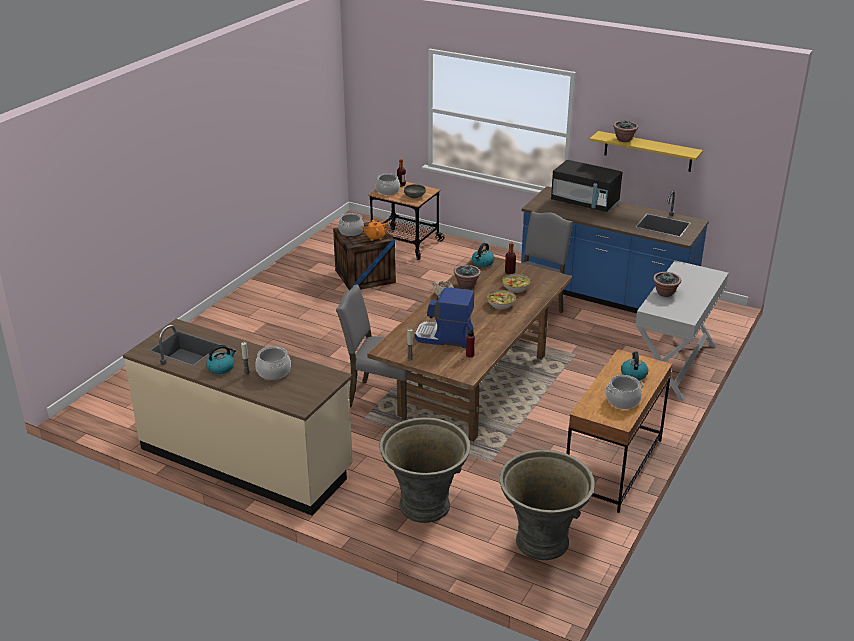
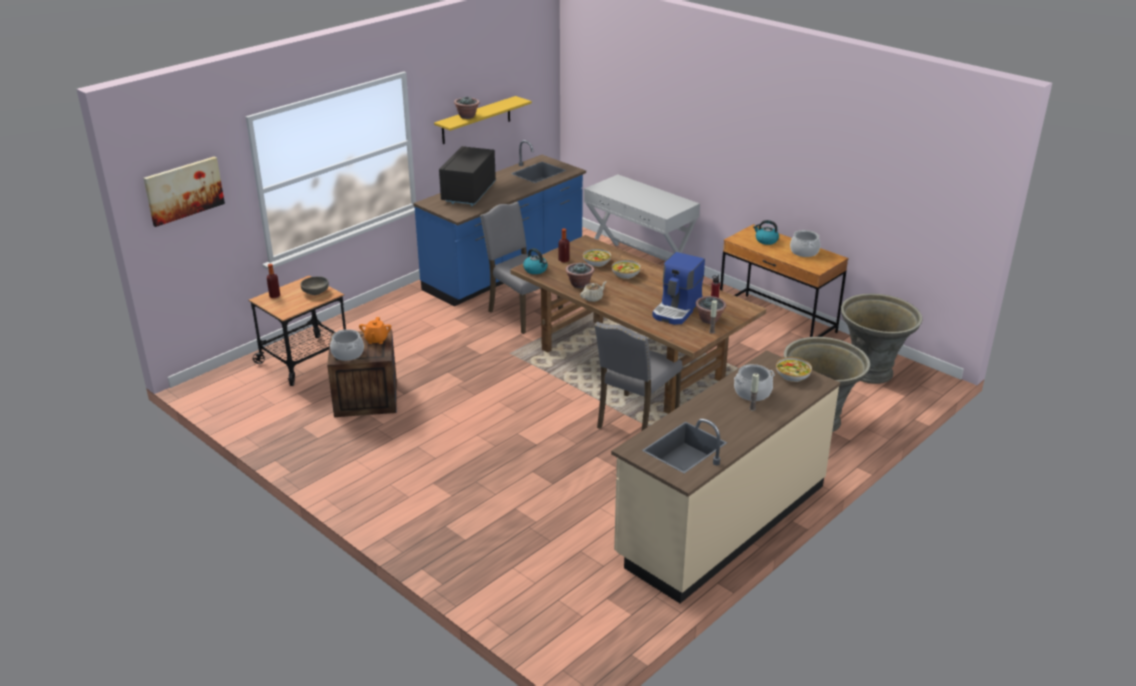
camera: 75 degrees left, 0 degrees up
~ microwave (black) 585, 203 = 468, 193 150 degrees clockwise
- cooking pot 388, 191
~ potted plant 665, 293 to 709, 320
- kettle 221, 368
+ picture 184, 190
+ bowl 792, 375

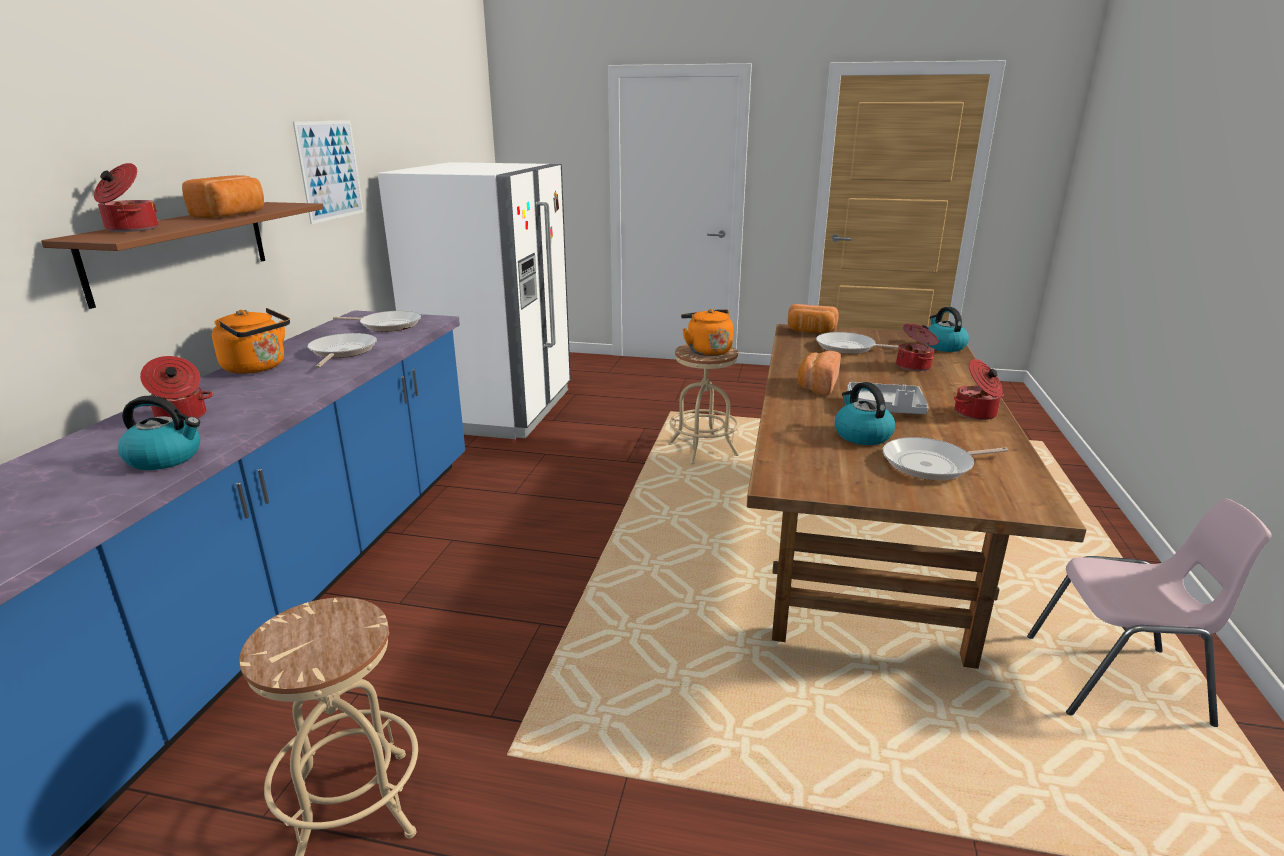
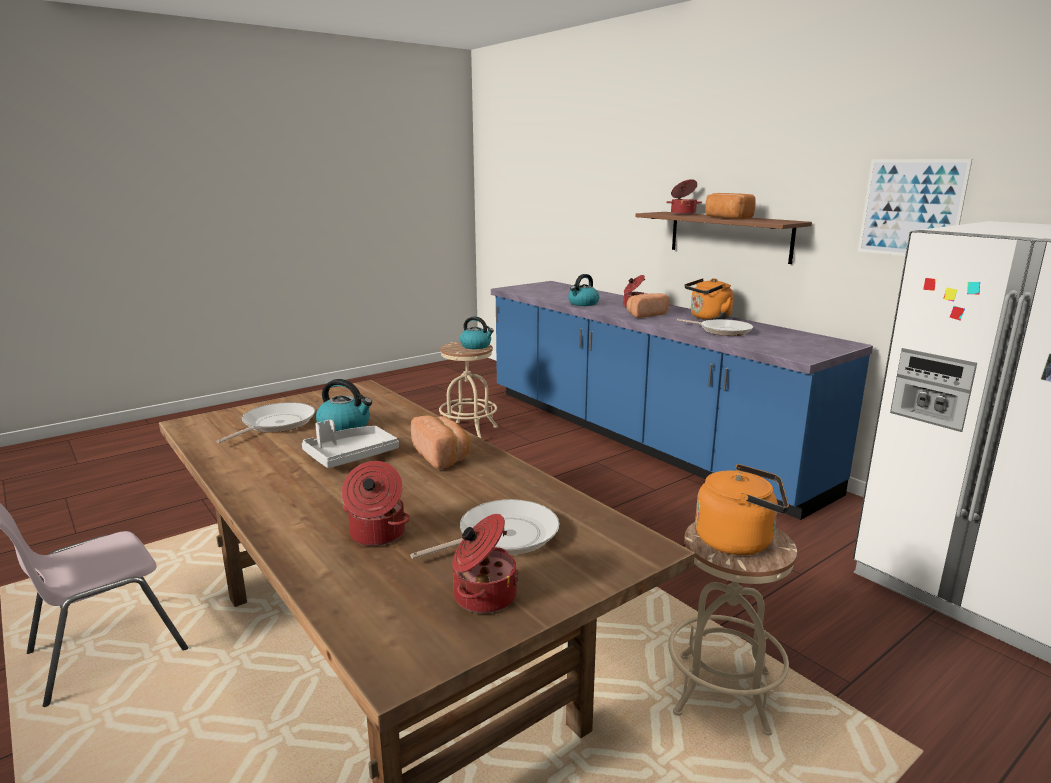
camera: 130 degrees right, 5 degrees down
~ bread 810, 332 to 645, 315
~ kettle 943, 346 to 476, 346
- frying pan 387, 325
~ cooking pot 976, 414 to 483, 596

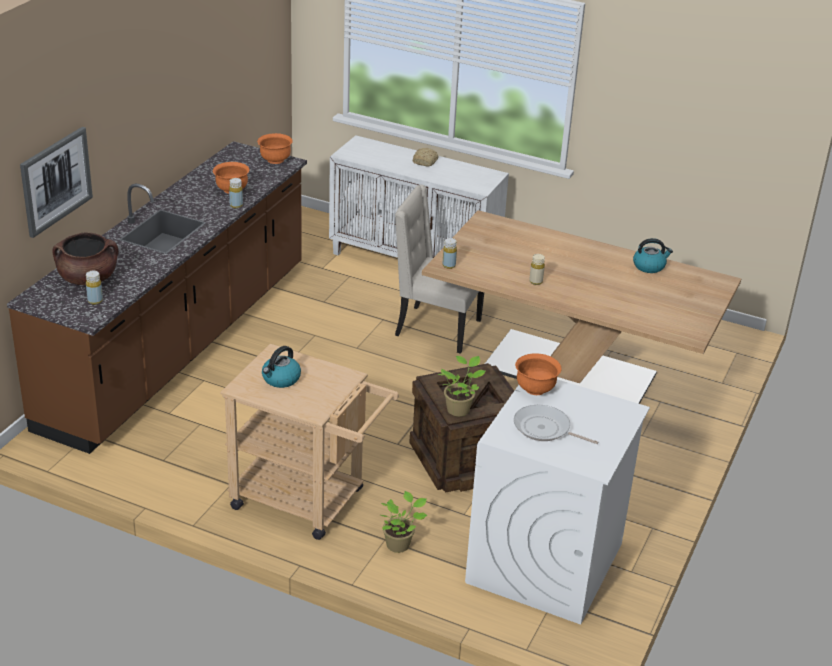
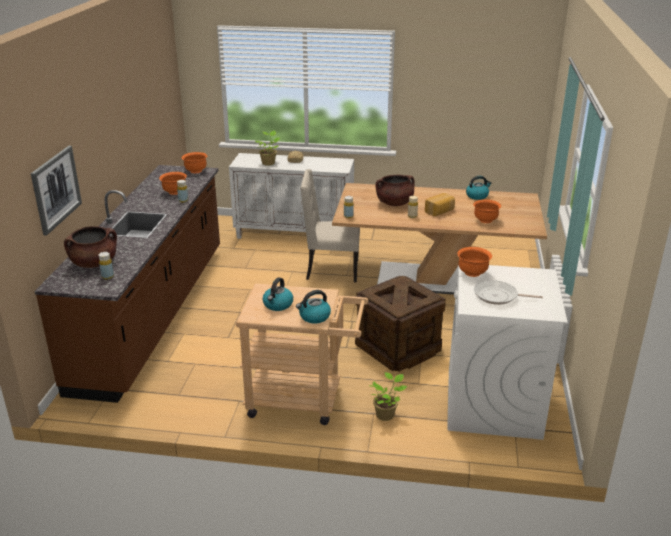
camera: 15 degrees left, 5 degrees down
~ potted plant 459, 409 to 268, 163
+ cooking pot (brown) 394, 203
+ bread 440, 211
+ bowl (orange) 485, 220
+ kettle 314, 317

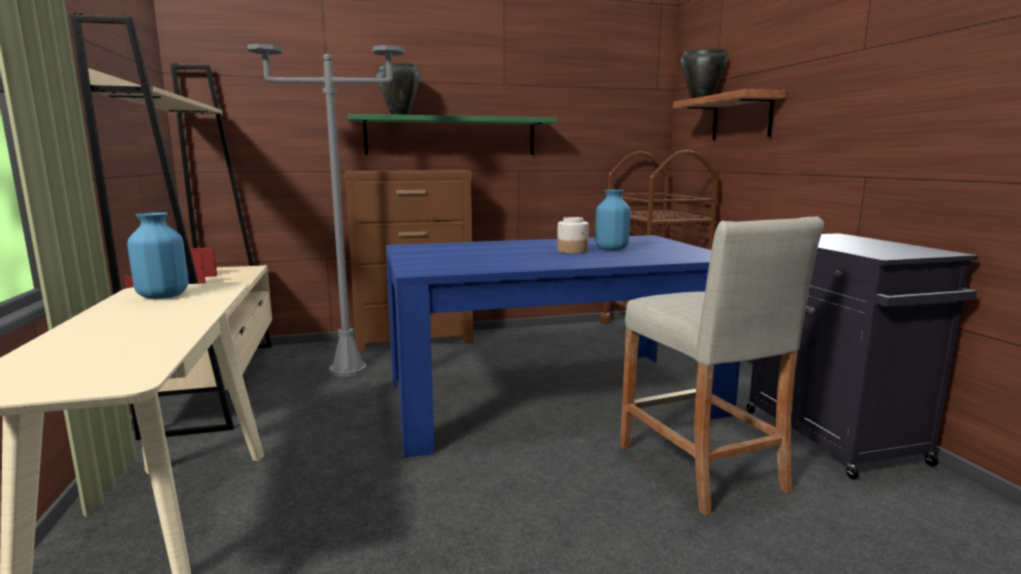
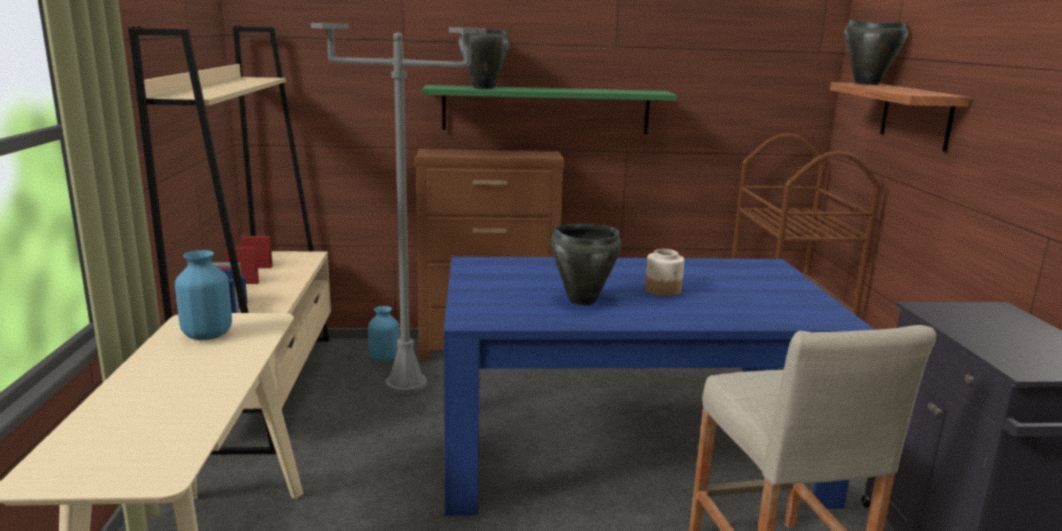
camera: 10 degrees right, 5 degrees up
~ vase (blue) 611, 249 to 384, 358
+ cooking pot (black) 581, 300

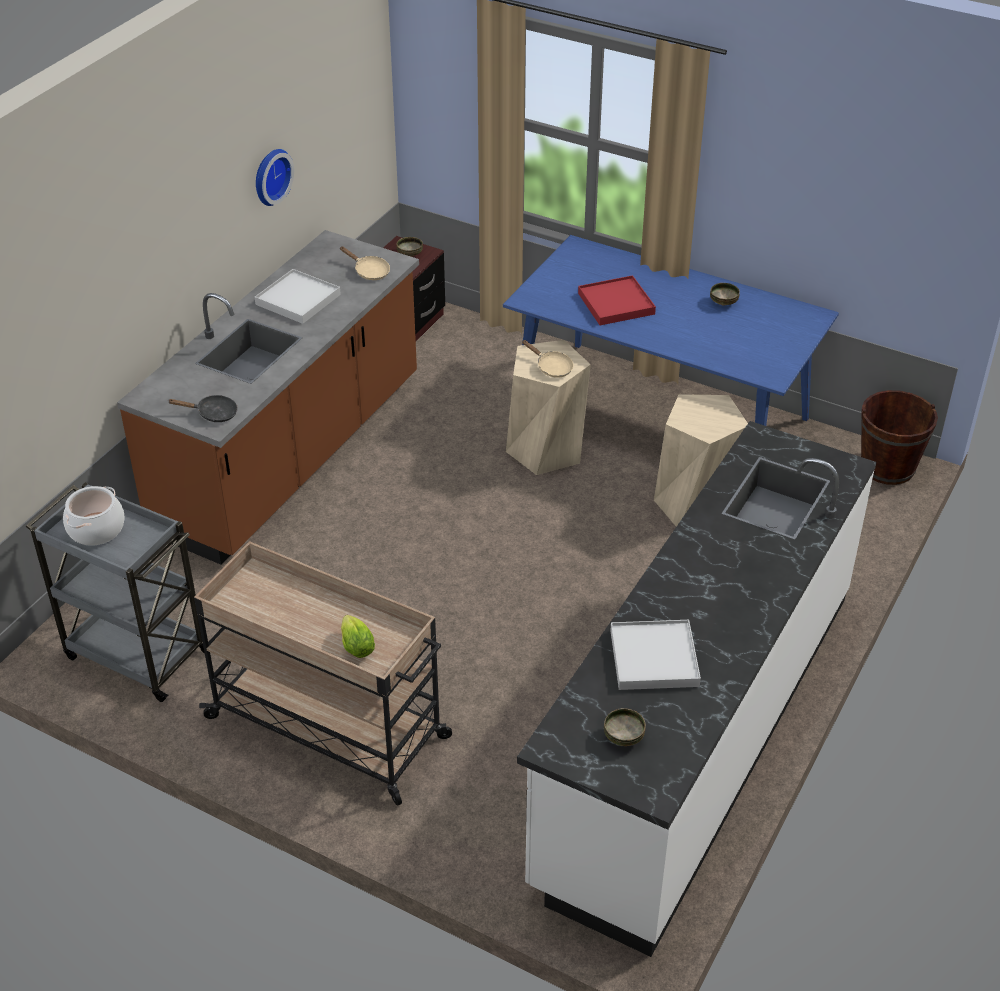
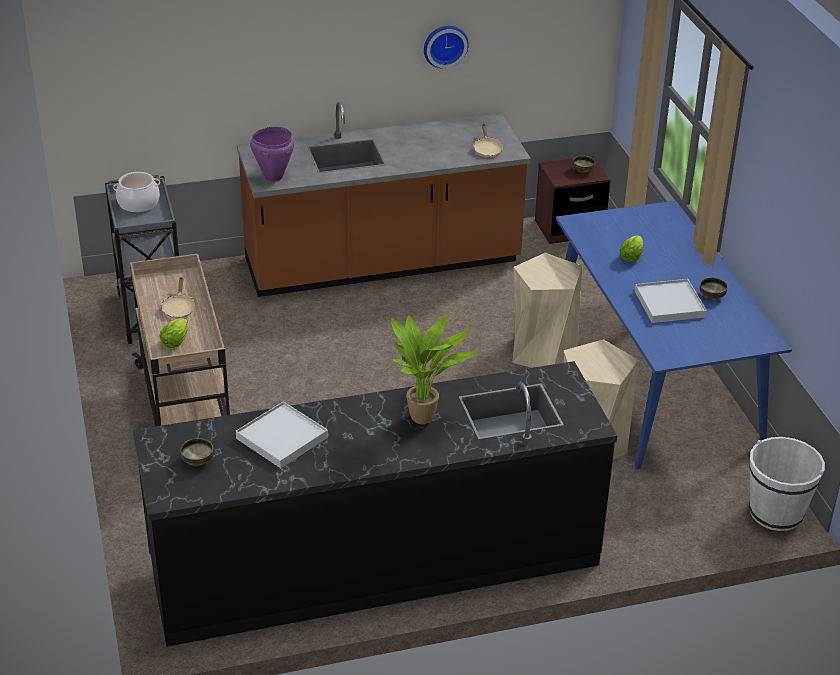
camera: 45 degrees right, 5 degrees down
~ tray (white) 298, 300 to 669, 304
~ tray (red) 616, 304 to lettuce 632, 256
~ frying pan (beige) 551, 367 to 178, 308
~ bucket (brown) 887, 467 to bucket (white) 776, 513
~ frying pan (black) 213, 414 to cooking pot (purple) 273, 177
~ counter (white) 696, 734 to counter (black) 375, 563
+ potted plant 426, 418

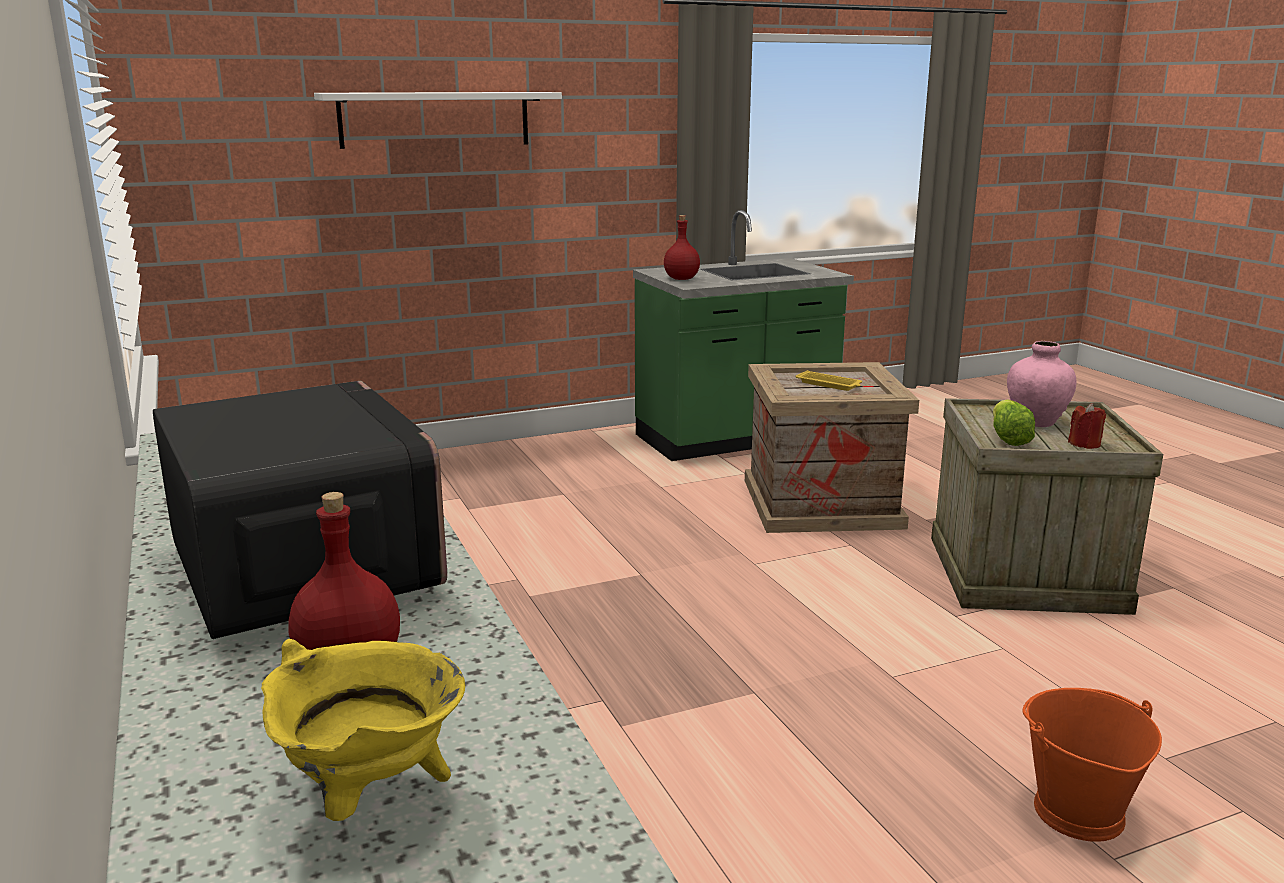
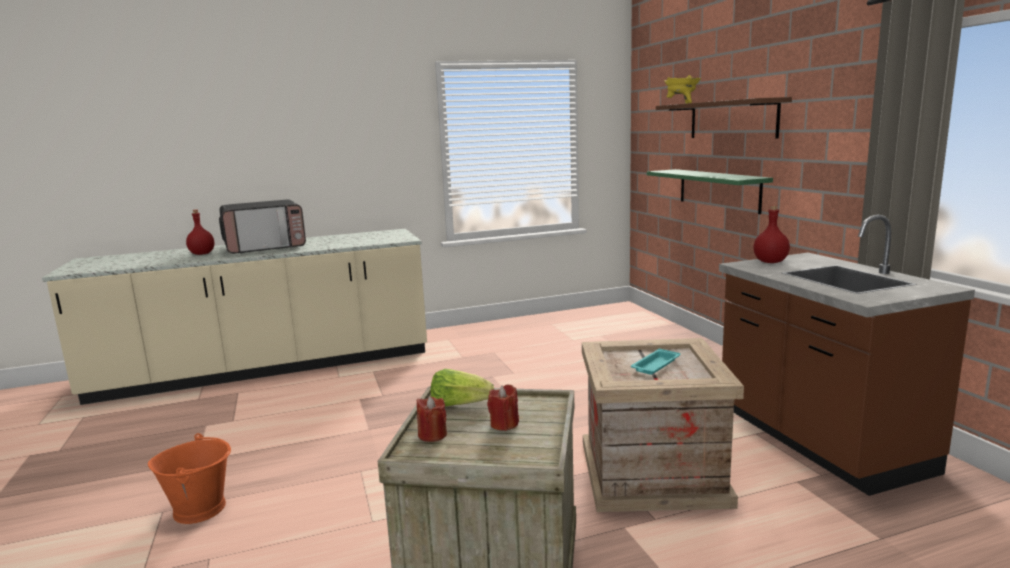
camera: 95 degrees right, 5 degrees down
~ shelf (white) 435, 119 to shelf (brown) 732, 119
~ counter (green) 736, 439 to counter (brown) 818, 442
~ vase (pink) 1035, 422 to candle (red) 504, 424
~ tray (yellow) 829, 384 to tray (turquoise) 655, 365
~ cooking pot (yellow) 371, 799 to 682, 104
+ shelf (green) 718, 190

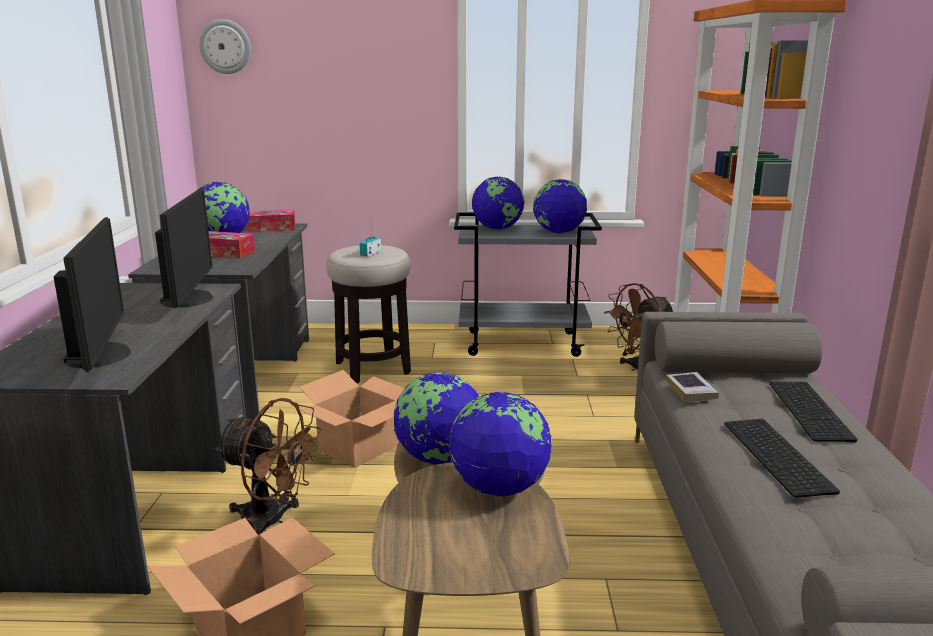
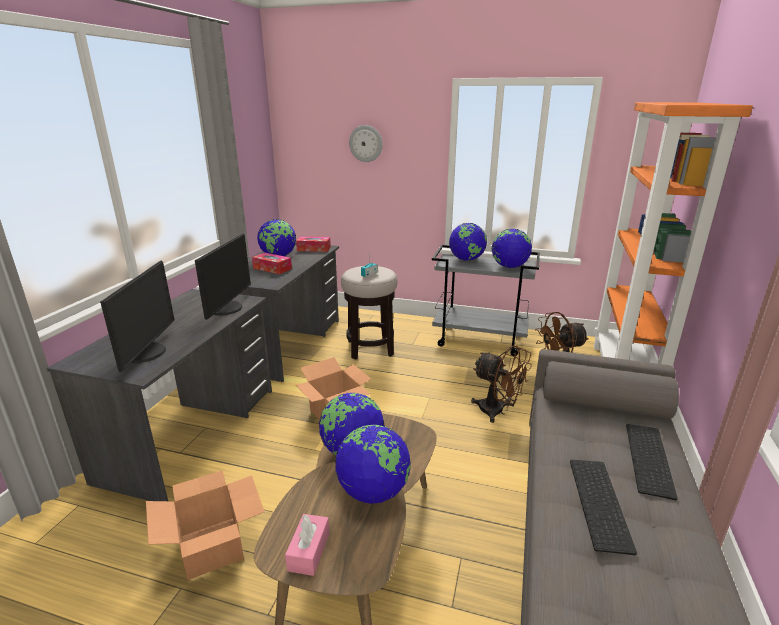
camera: 15 degrees right, 5 degrees up
~ wall clock 225, 46 to 366, 143
- book 691, 391
~ fan (brown) 273, 521 to 497, 412
+ tissue box (pink) 309, 551

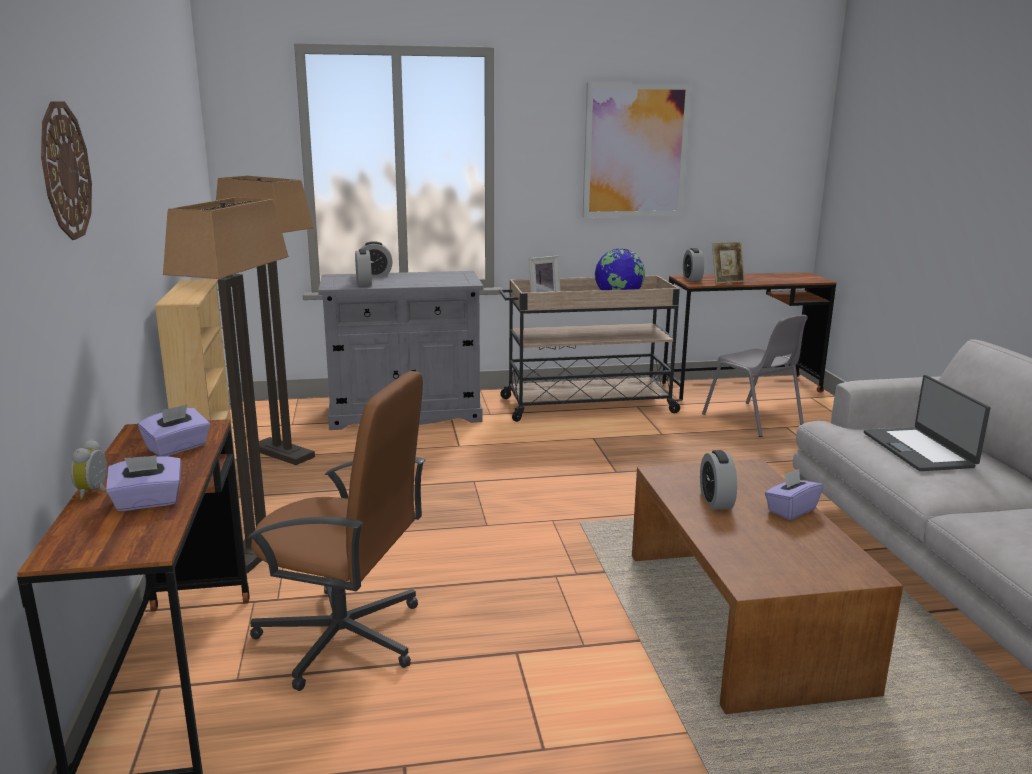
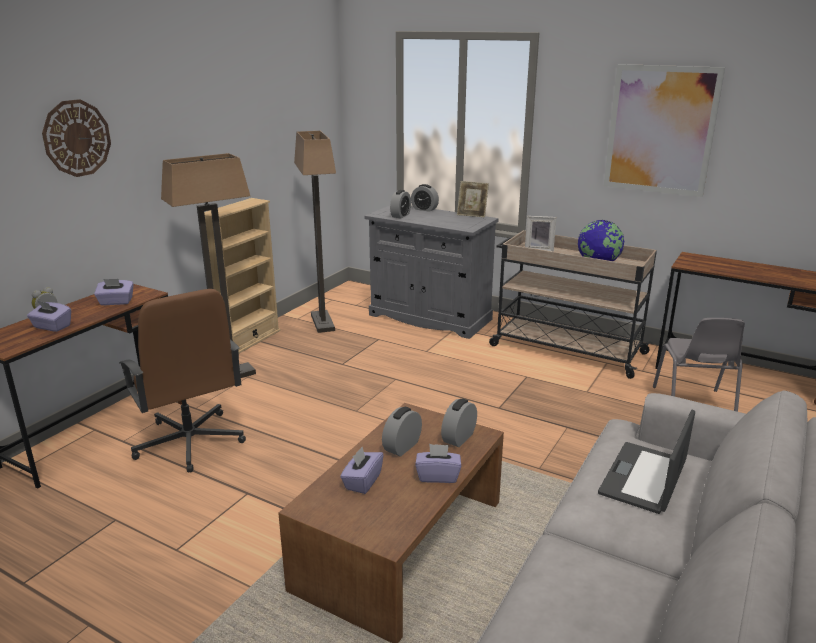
camera: 40 degrees right, 5 degrees up
~ picture frame 726, 281 to 472, 215
~ alarm clock 692, 278 to 459, 438
+ tissue box (purple) 362, 481

